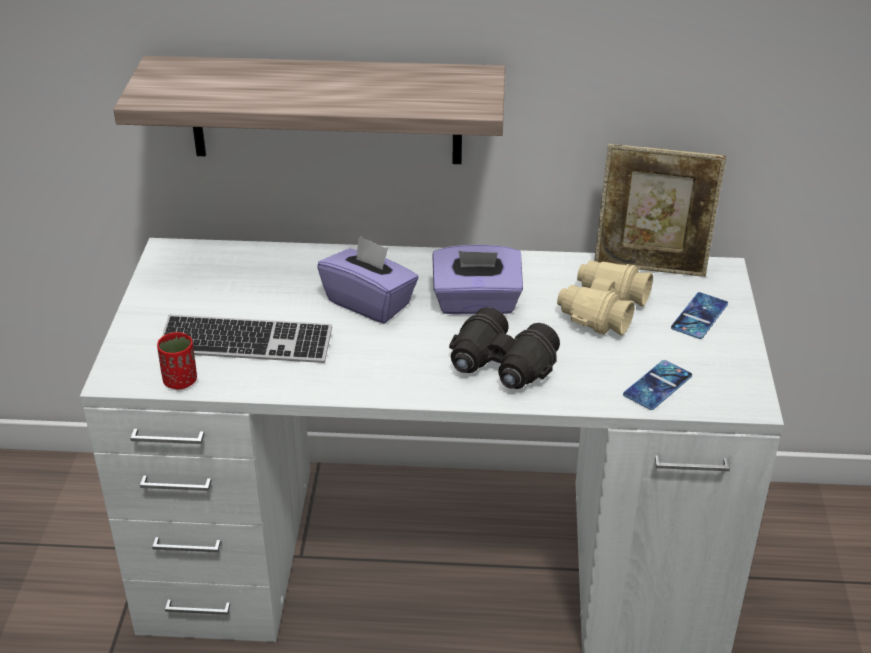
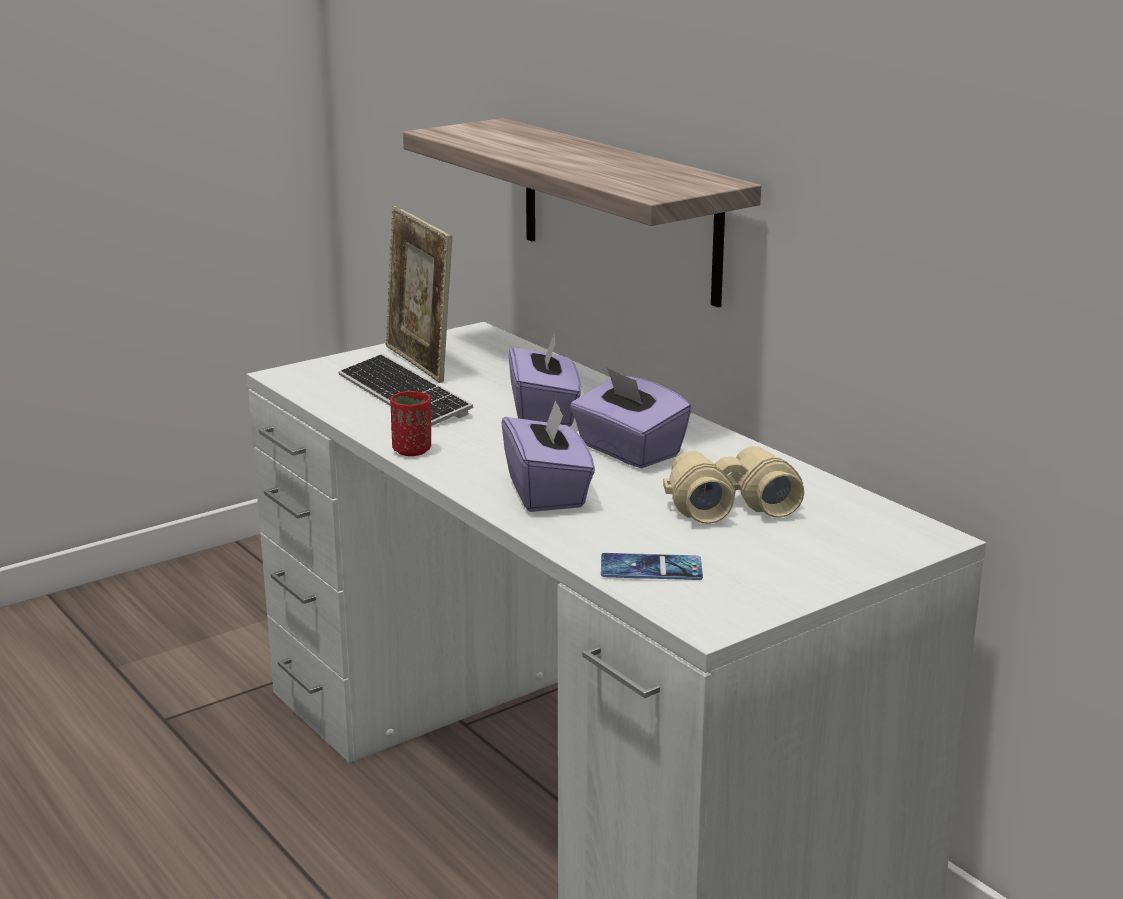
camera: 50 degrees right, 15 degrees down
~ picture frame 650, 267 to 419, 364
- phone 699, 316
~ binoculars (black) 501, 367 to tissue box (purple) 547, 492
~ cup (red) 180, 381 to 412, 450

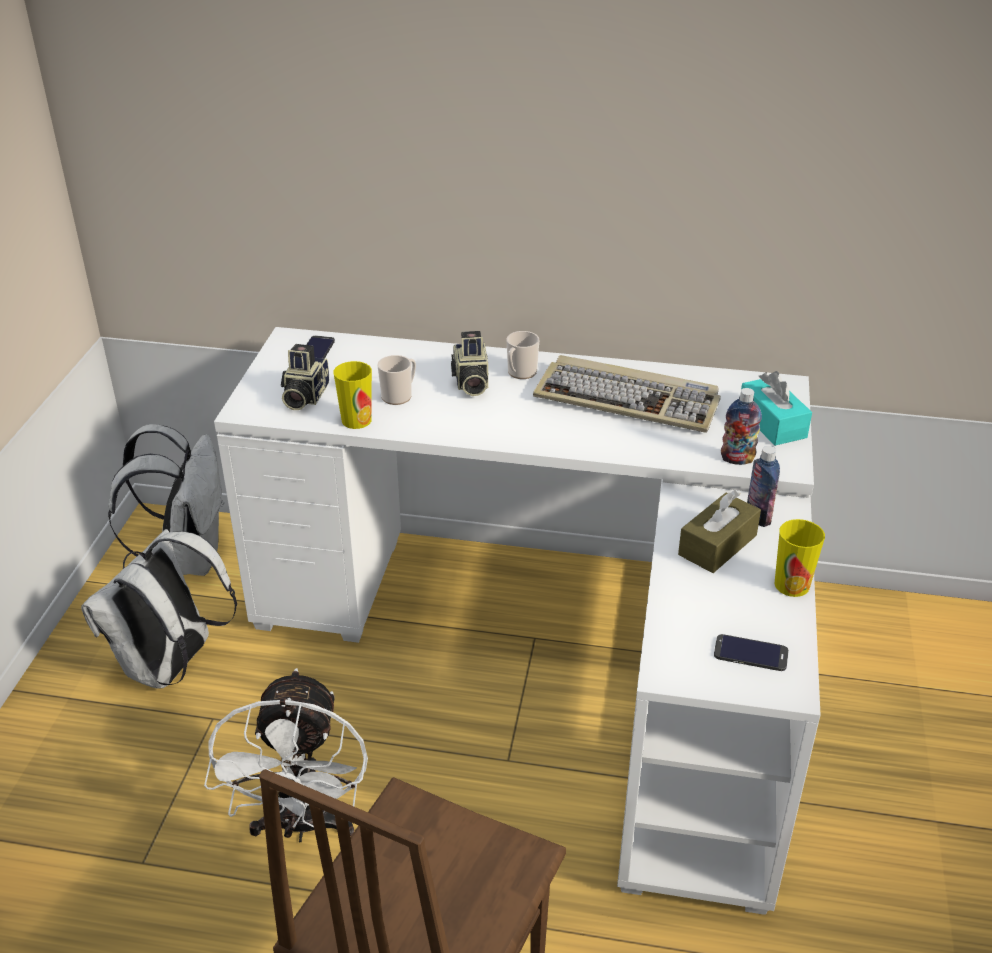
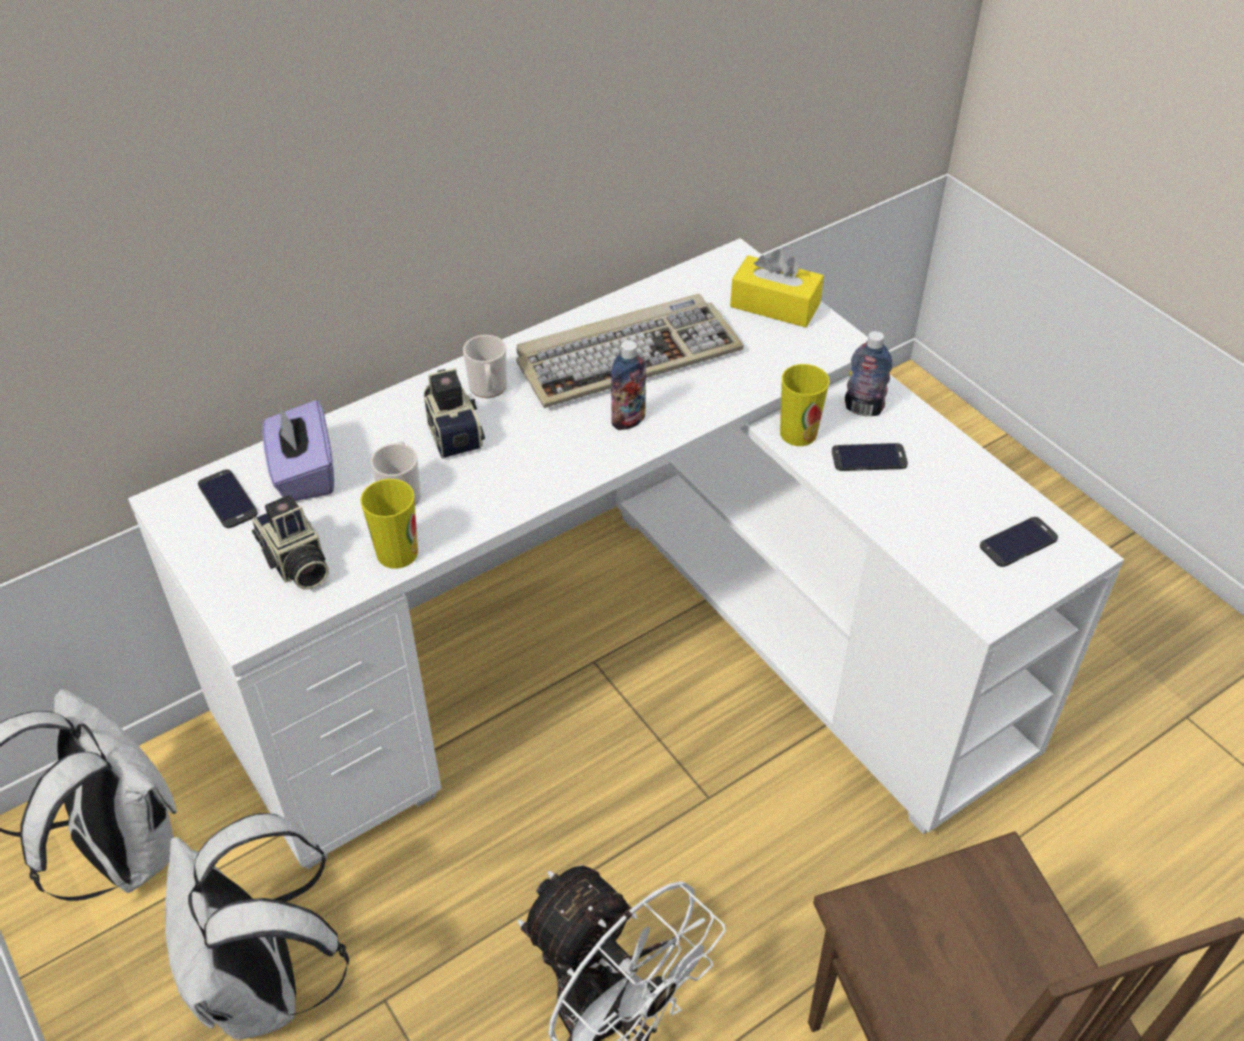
camera: 45 degrees left, 10 degrees up
~ photo camera 470, 382 = 454, 431 150 degrees counterclockwise
~ tissue box (turquoise) 772, 423 to tissue box (yellow) 775, 305
~ bottle 737, 459 to 628, 420
~ tissue box (brown) 717, 545 to phone 869, 458
~ cup 791, 585 to 798, 433
+ tissue box (purple) 304, 473

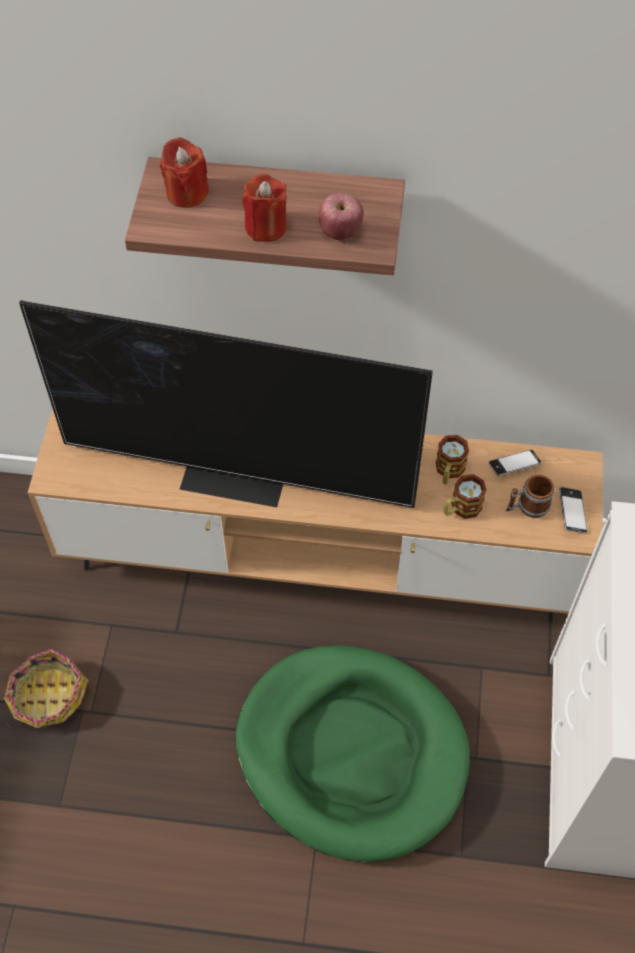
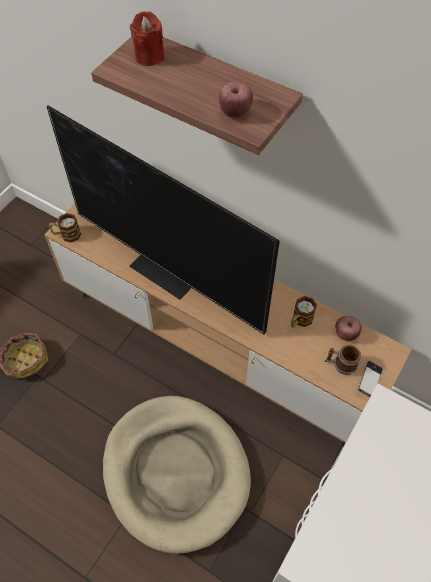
camera: 25 degrees right, 0 degrees up
- candle (red) 266, 227
~ phone 514, 465 to apple 345, 333
~ mug 461, 508 to 66, 235
~ dog bed (green) 351, 753 to dog bed (beige) 176, 472

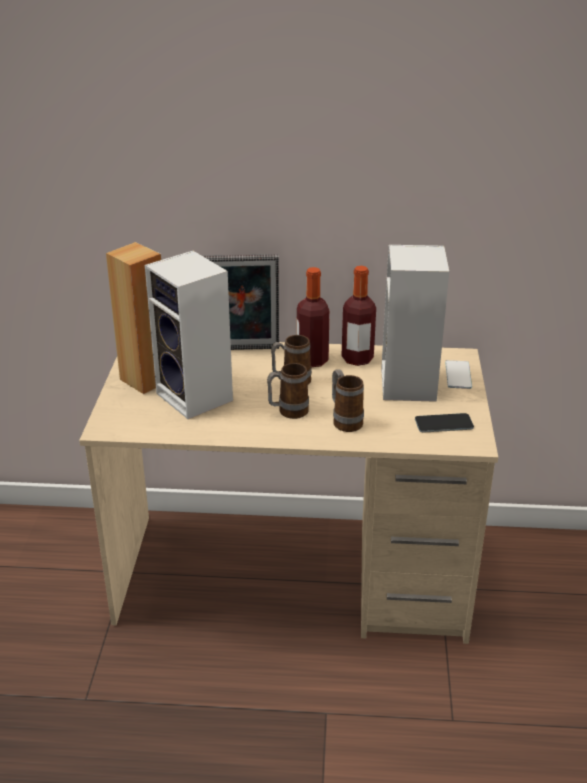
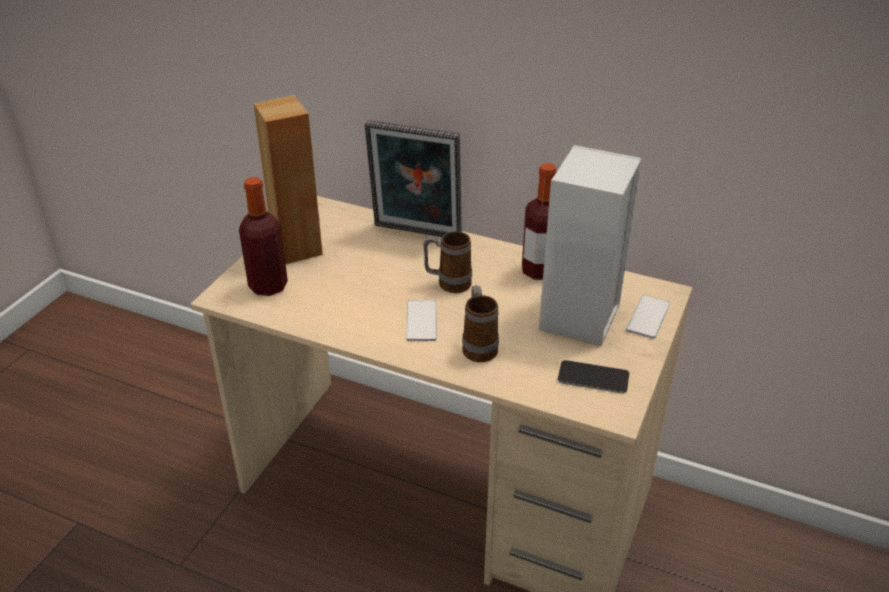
camera: 20 degrees right, 5 degrees up
- speaker 197, 398
~ bottle 312, 360 to 268, 286
~ mug 287, 412 to phone 421, 321

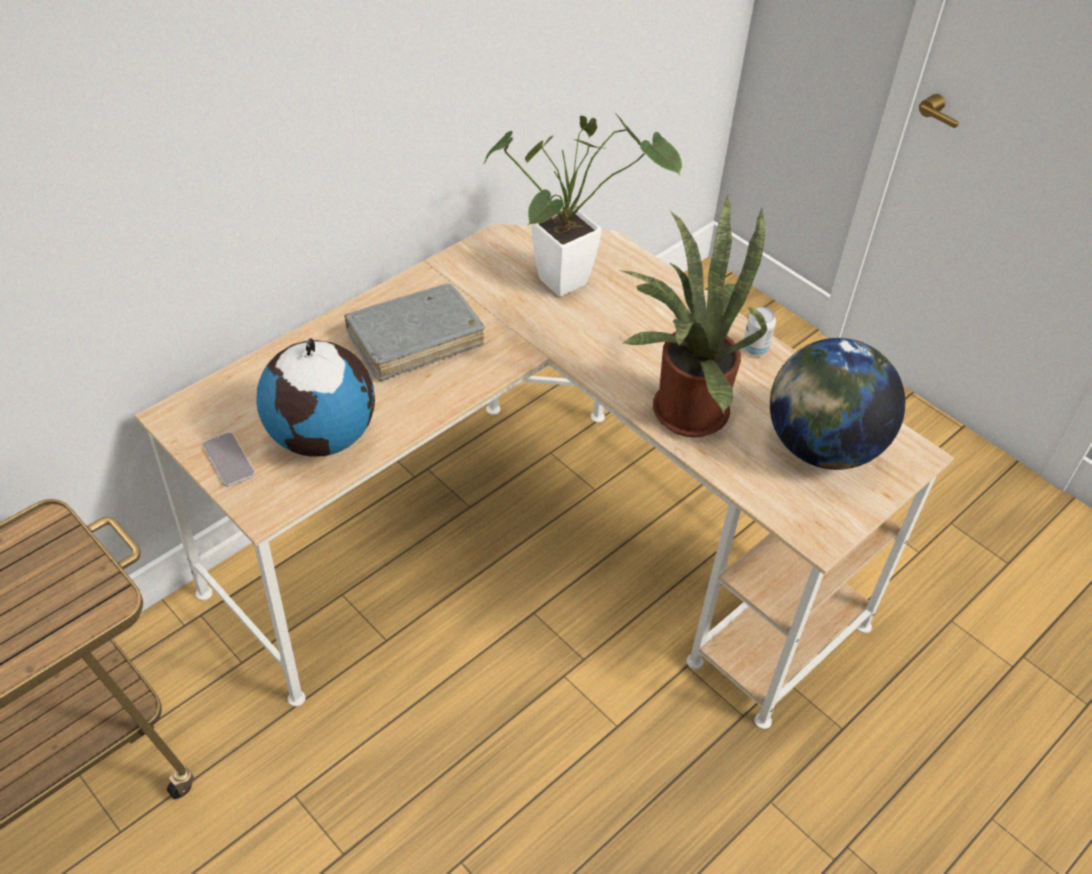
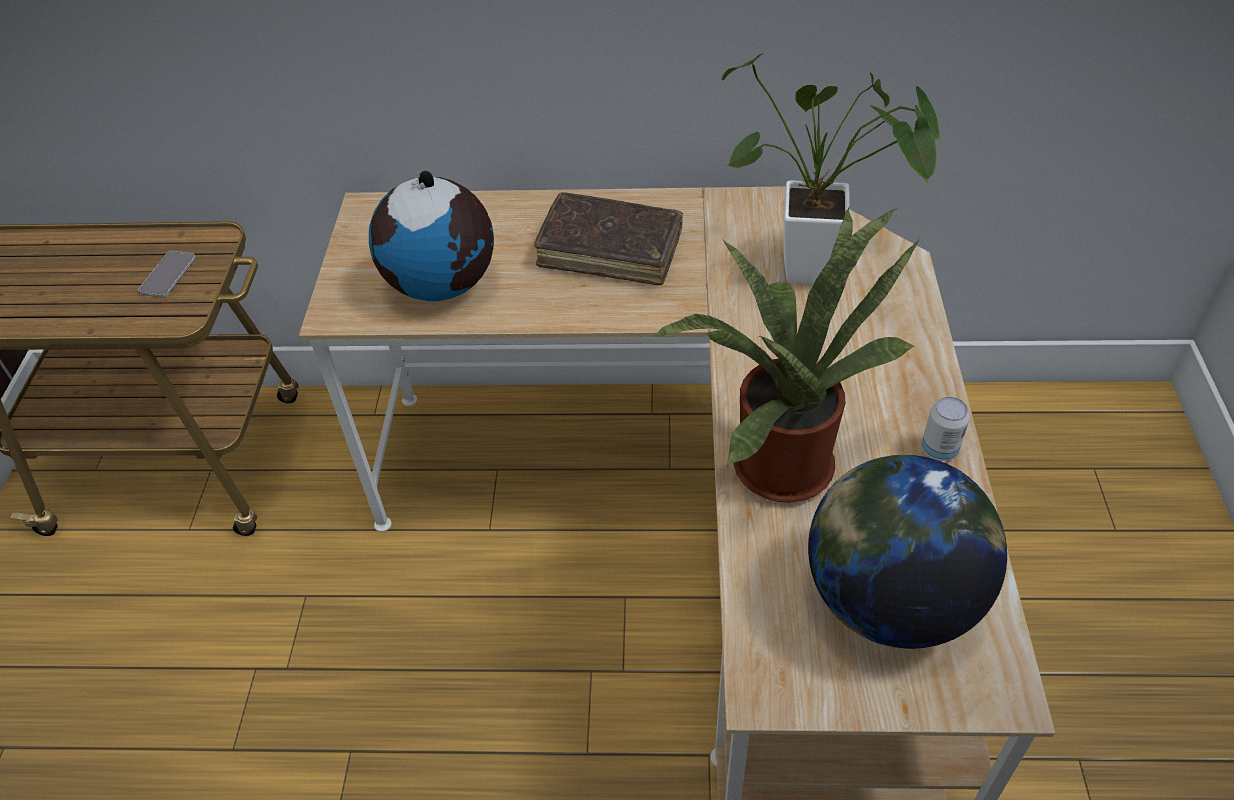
camera: 50 degrees right, 0 degrees up
~ book (grey) 415, 340 to book (brown) 610, 250
~ phone 229, 460 to 168, 275

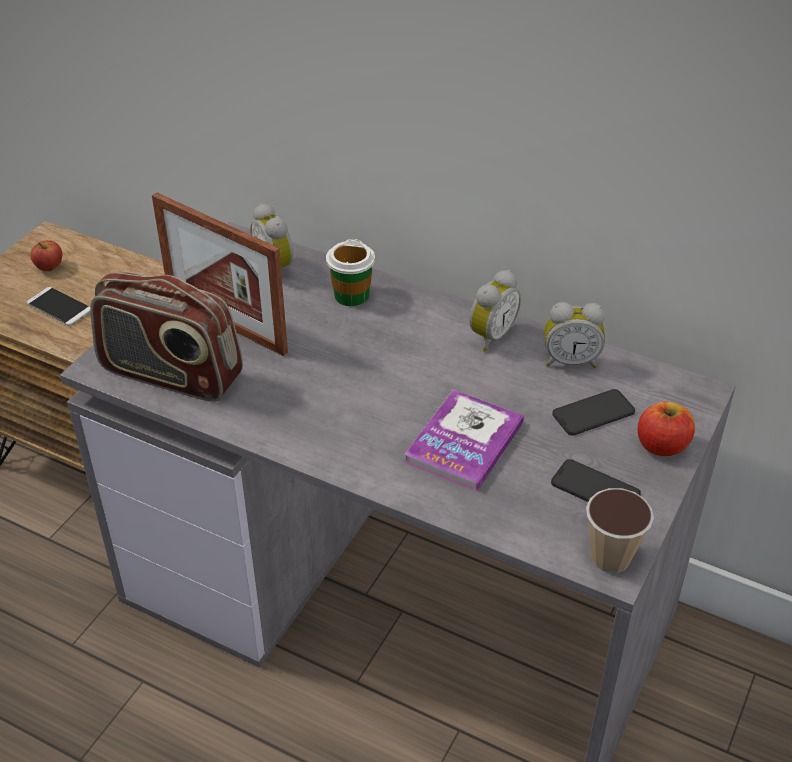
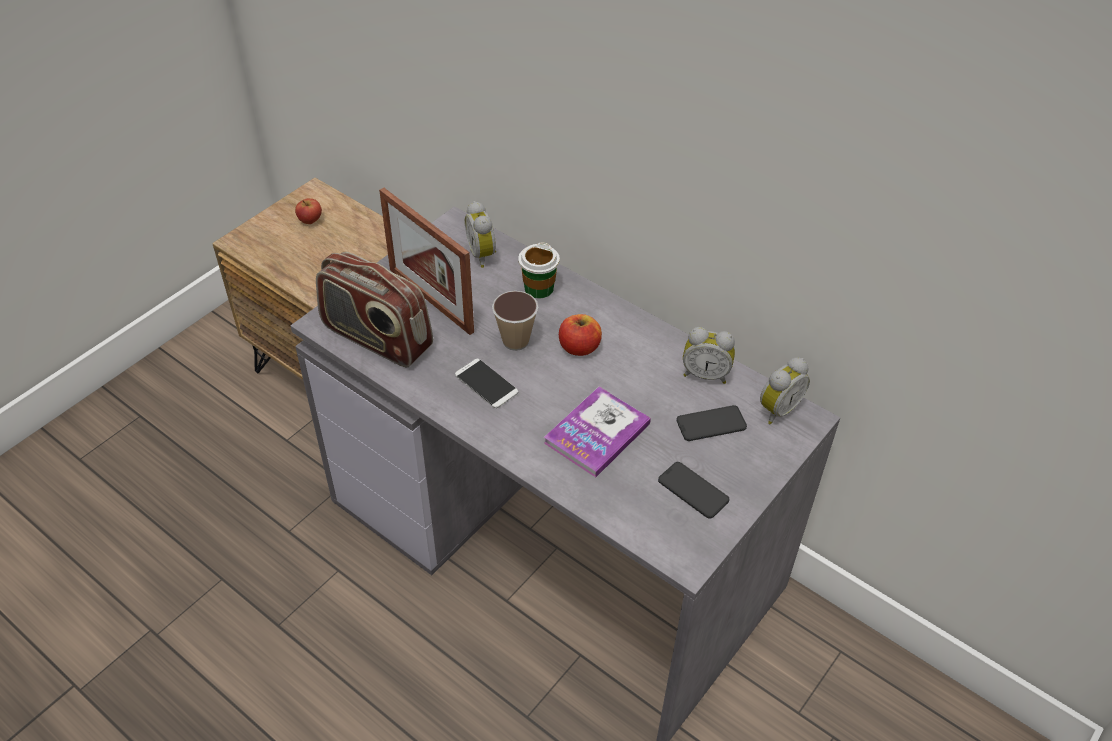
camera: 10 degrees right, 5 degrees up
~ alarm clock 490, 336 to 777, 409
~ phone 59, 307 to 486, 384
~ apple 661, 445 to 579, 347
~ cup 610, 558 to 515, 341

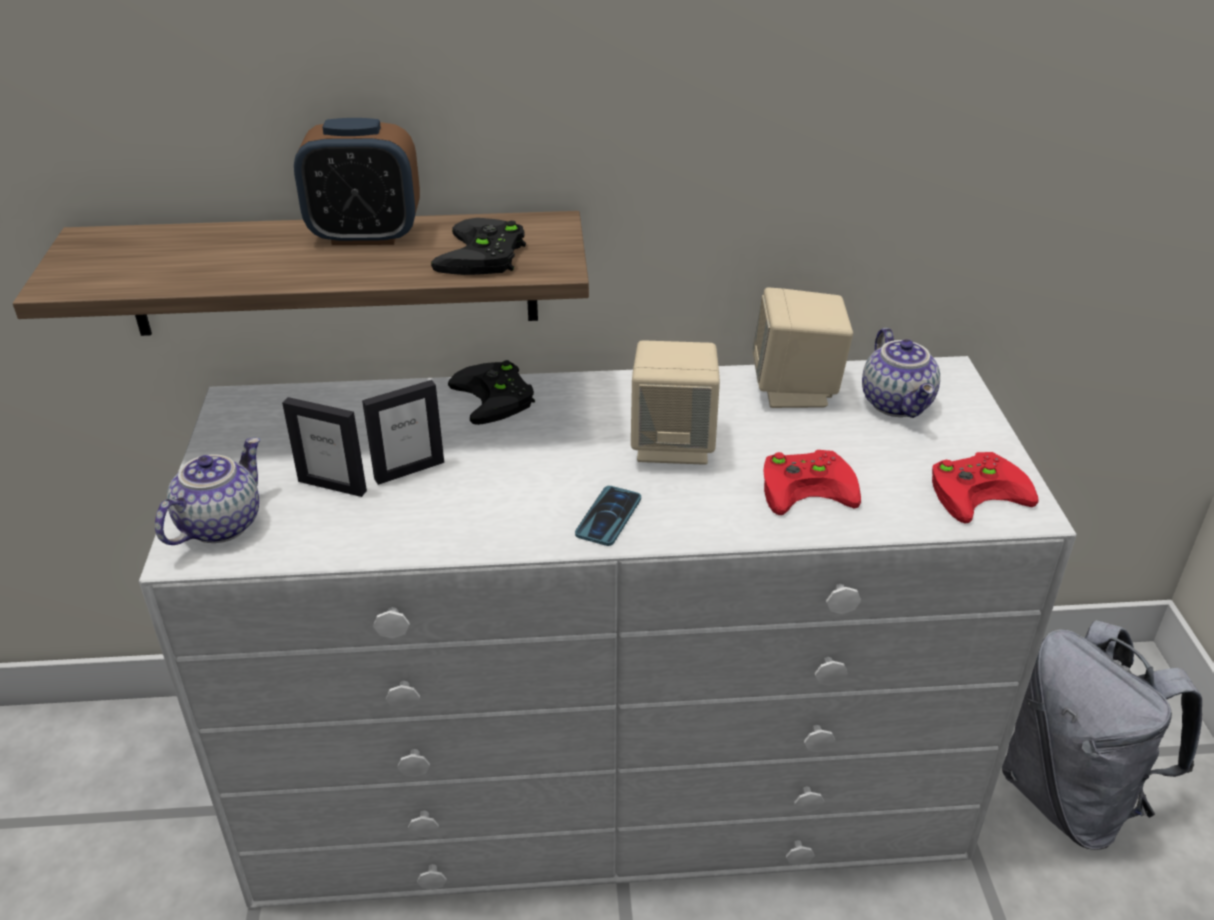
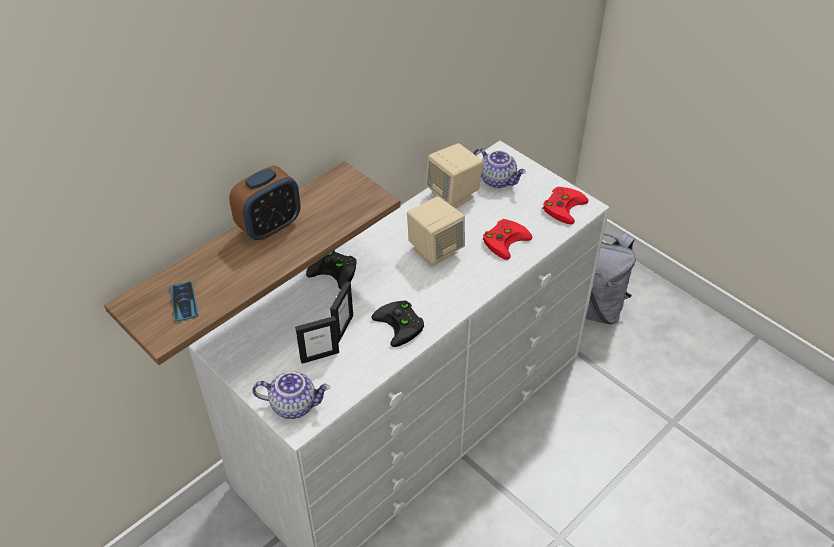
camera: 40 degrees left, 10 degrees up
~ game controller (black) 484, 256 to 401, 325
~ teapot 219, 524 = 294, 404 105 degrees clockwise
~ phone 608, 517 to 184, 302

